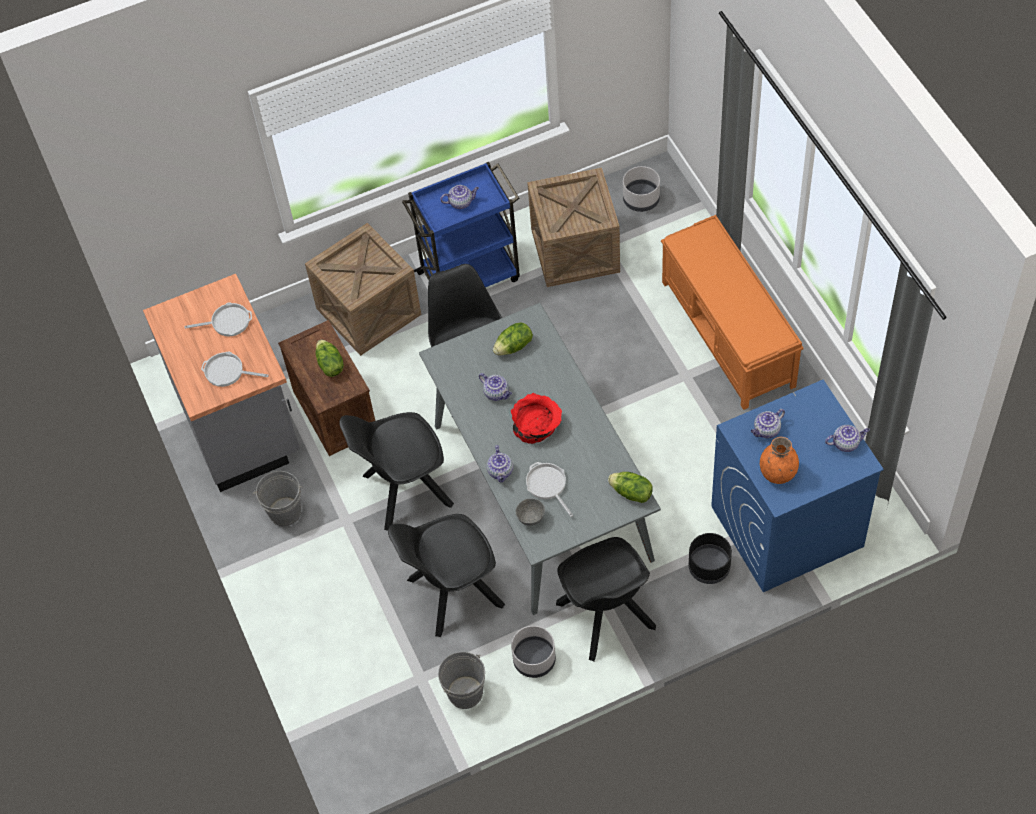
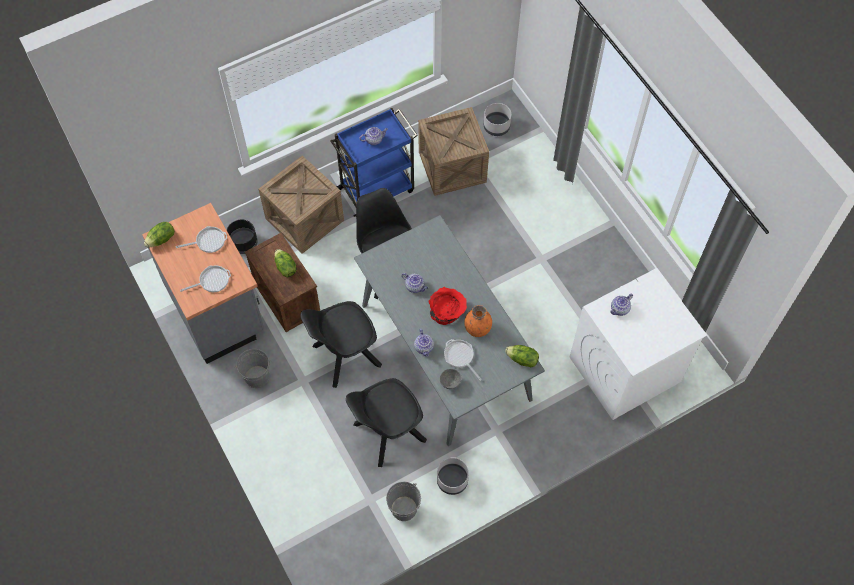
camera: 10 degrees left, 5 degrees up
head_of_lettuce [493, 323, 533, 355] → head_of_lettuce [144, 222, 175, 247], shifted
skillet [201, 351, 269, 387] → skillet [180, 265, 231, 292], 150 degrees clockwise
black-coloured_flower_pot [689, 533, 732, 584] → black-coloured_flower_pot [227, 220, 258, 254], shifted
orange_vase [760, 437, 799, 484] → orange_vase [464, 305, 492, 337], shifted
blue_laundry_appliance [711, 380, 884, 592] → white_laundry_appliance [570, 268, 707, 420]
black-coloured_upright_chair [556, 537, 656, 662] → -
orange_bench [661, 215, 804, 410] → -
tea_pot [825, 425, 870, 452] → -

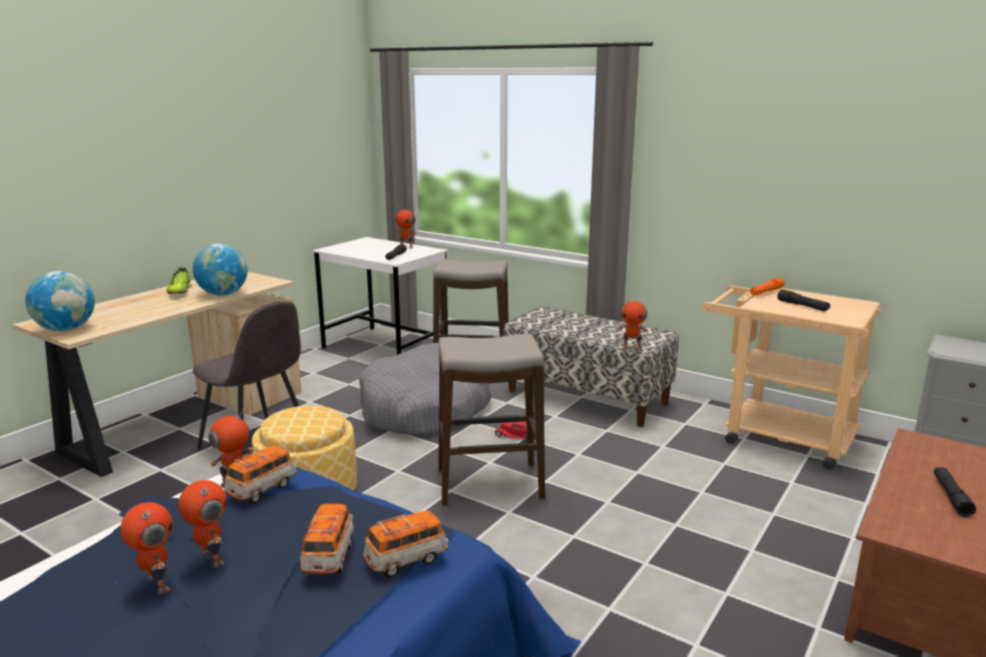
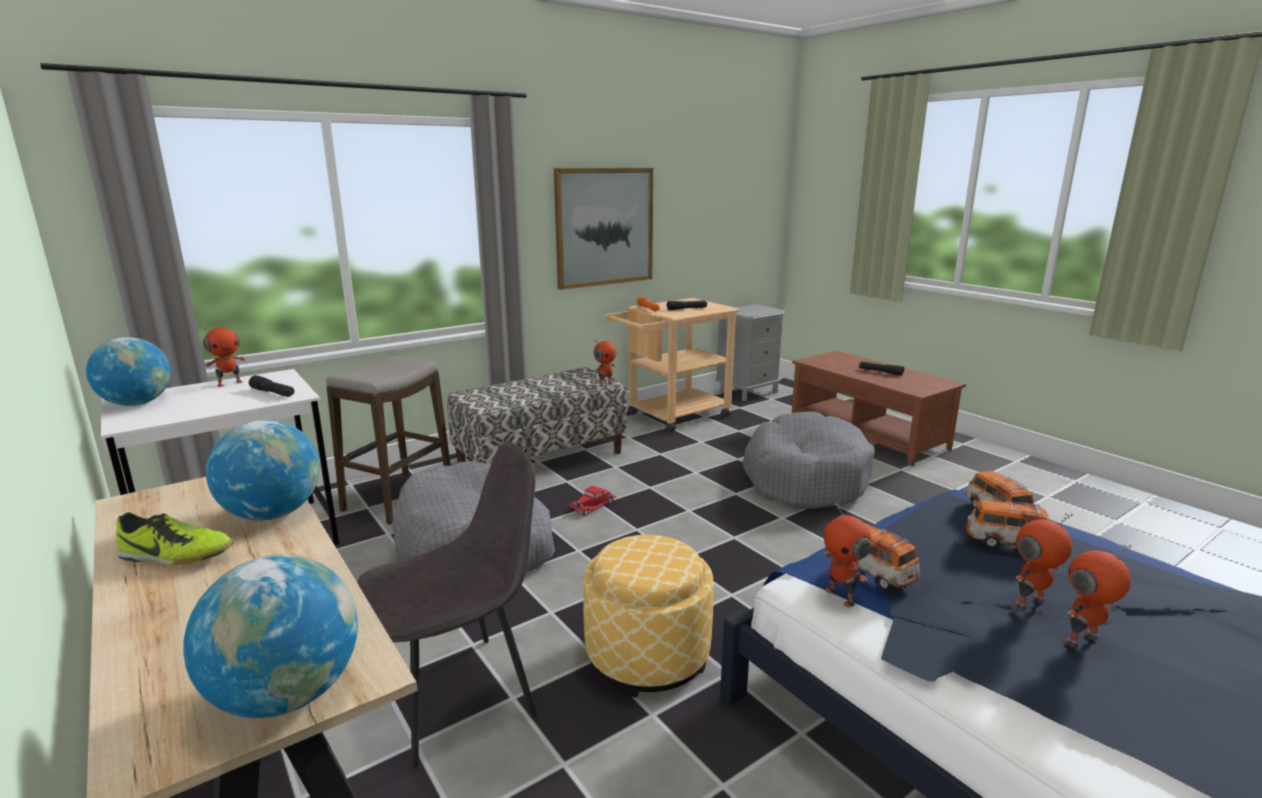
camera: 70 degrees left, 0 degrees up
- → world_globe [86, 337, 171, 406]
- → wall_art [554, 168, 653, 290]
- → gray_dog_bed [742, 412, 875, 509]
sitting_stool [438, 334, 545, 506] → -

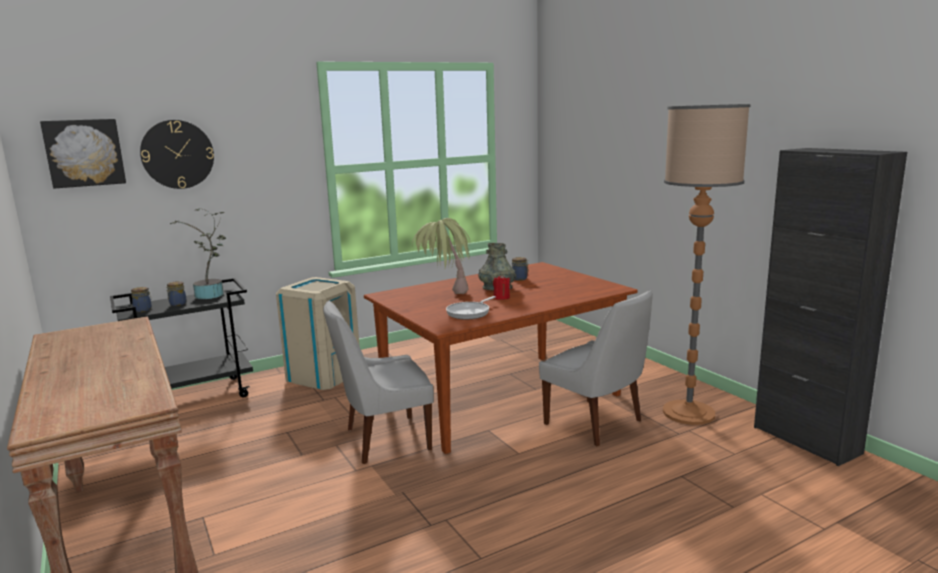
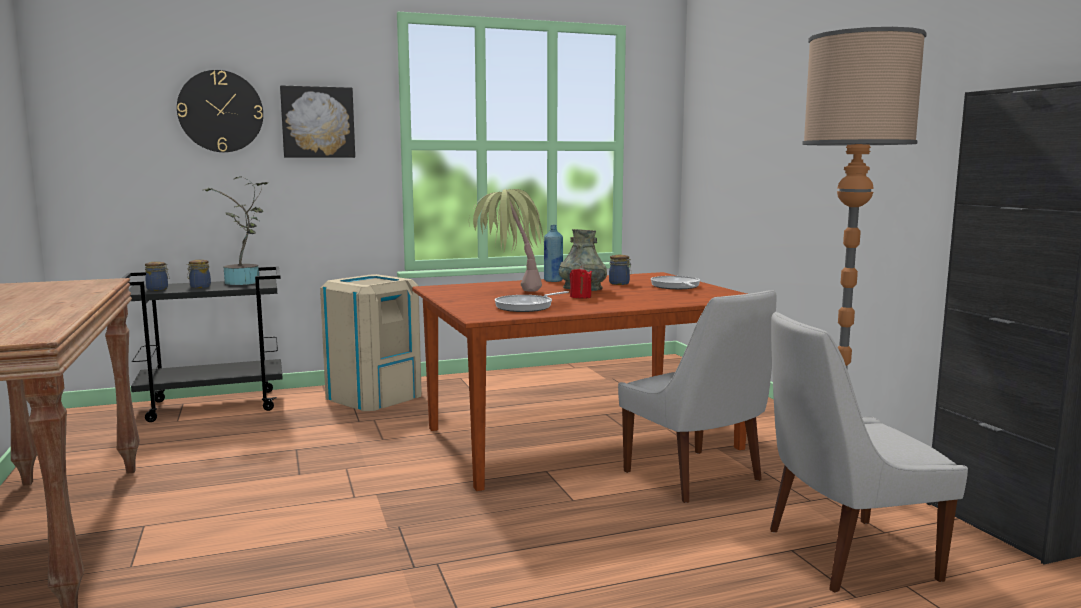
camera: 10 degrees right, 5 degrees down
wall_art [40, 119, 126, 189] → wall_art [280, 85, 355, 158], shifted
- → blue_drink_bottle [544, 225, 563, 282]
- → skillet [651, 276, 700, 289]
white_upright_chair [323, 301, 434, 464] → white_upright_chair [770, 312, 968, 592], shifted

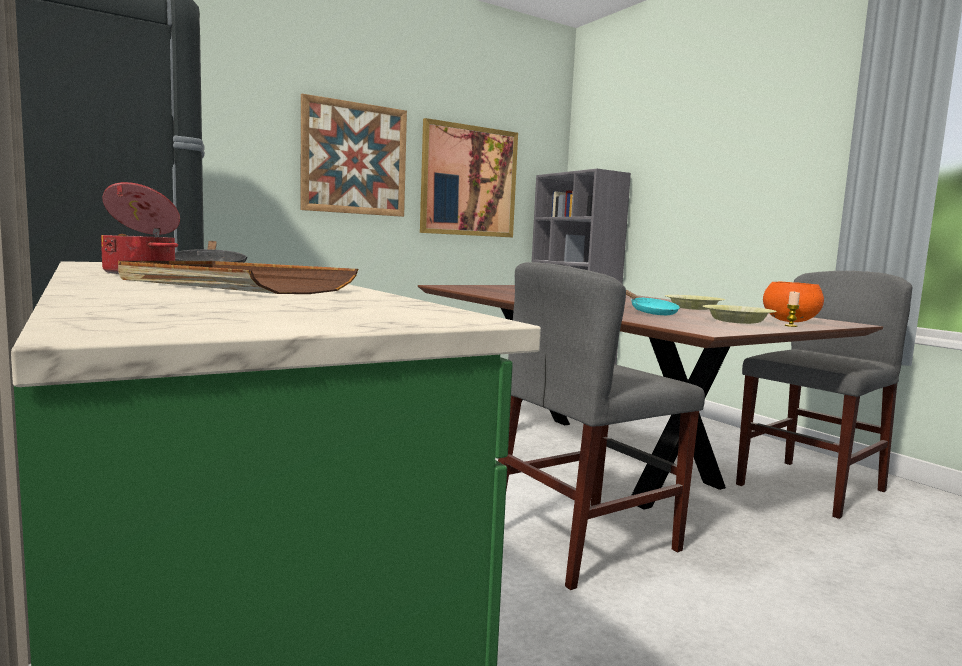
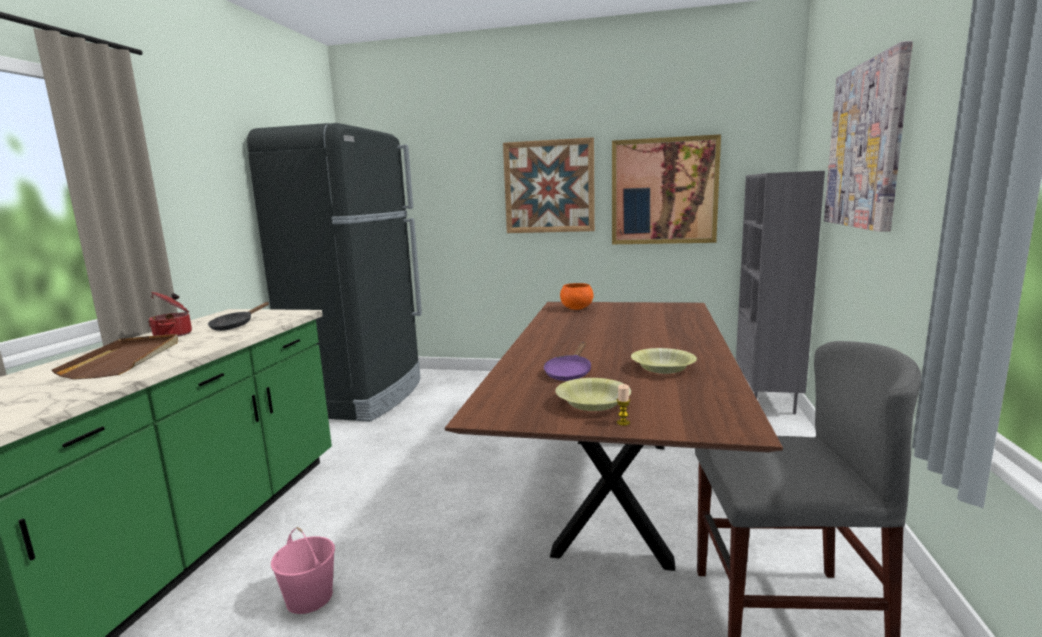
camera: 45 degrees right, 5 degrees up
- → pink_bucket [271, 527, 335, 614]
turquoise-coloured_skillet [626, 290, 680, 315] → purplish_skillet [544, 342, 591, 381]
orange_bowl [763, 282, 824, 322] → orange_bowl [560, 283, 594, 310], shifted
- → wall_art [824, 41, 913, 232]
gray_upright_chair [498, 262, 705, 590] → -

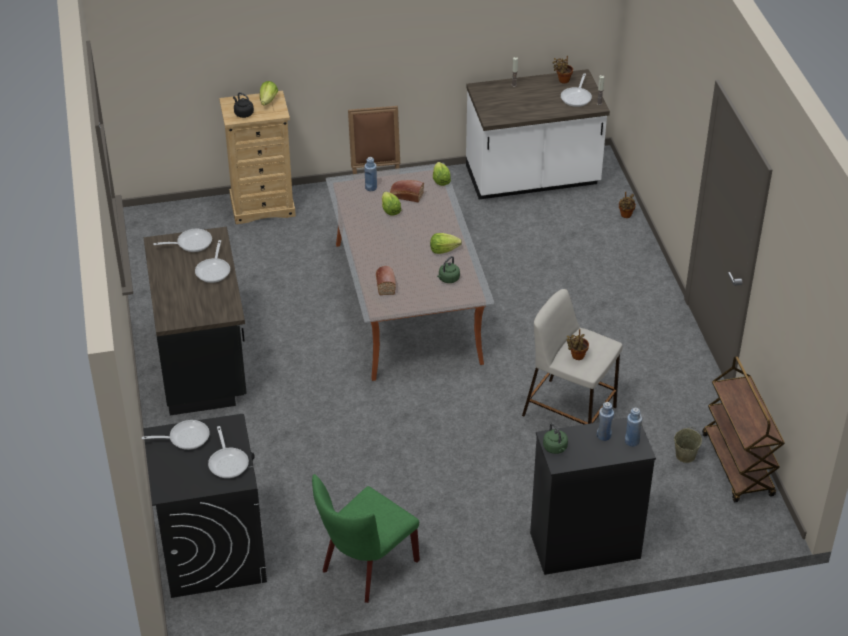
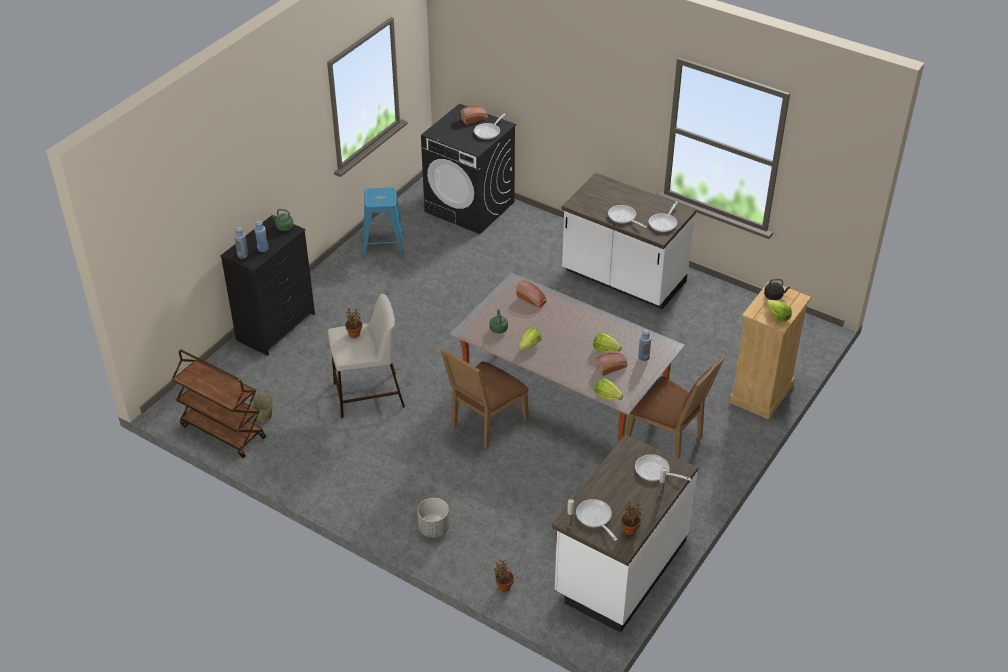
camera: 135 degrees right, 0 degrees up
green-coloured_upright_chair [312, 474, 420, 603] → blue_sitting_stool [363, 187, 404, 259]
- → gray_flower_pot [417, 498, 449, 538]
- → brown_upright_chair [441, 348, 529, 448]
- → bread [460, 106, 488, 125]
black-coloured_counter [144, 227, 247, 415] → white_counter [561, 173, 696, 309]
skillet [208, 426, 249, 478] → skillet [635, 454, 691, 481], shifted

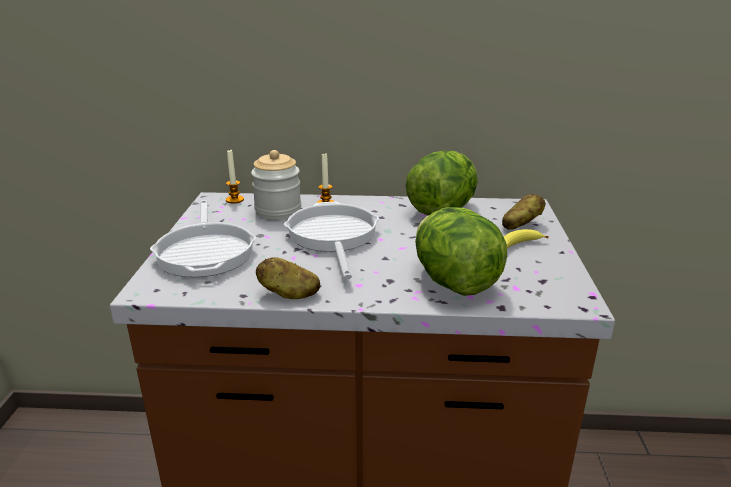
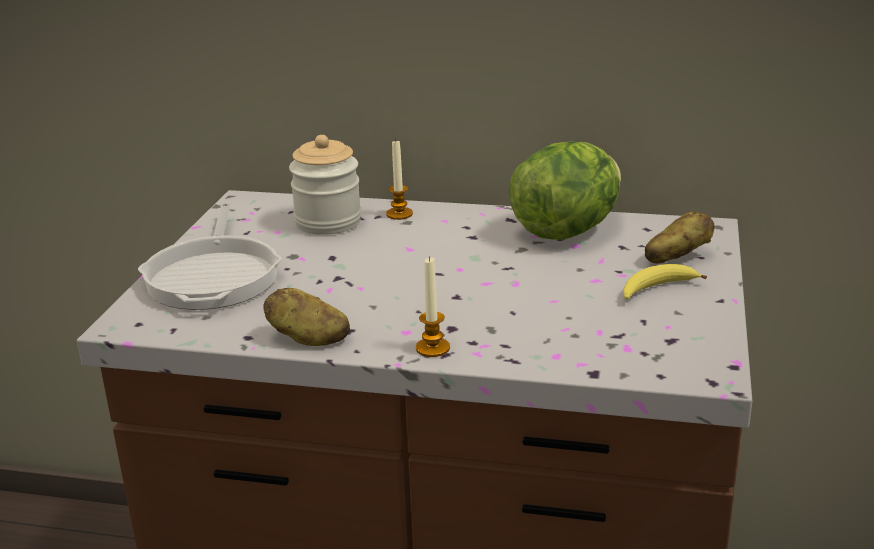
camera: 10 degrees right, 0 degrees up
candle [226, 149, 244, 204] → candle [416, 256, 450, 357], shifted
skillet [284, 202, 379, 279] → -
head_of_lettuce [415, 207, 507, 296] → -

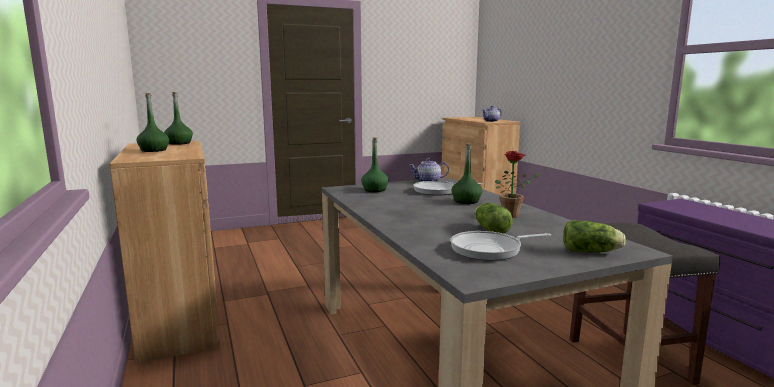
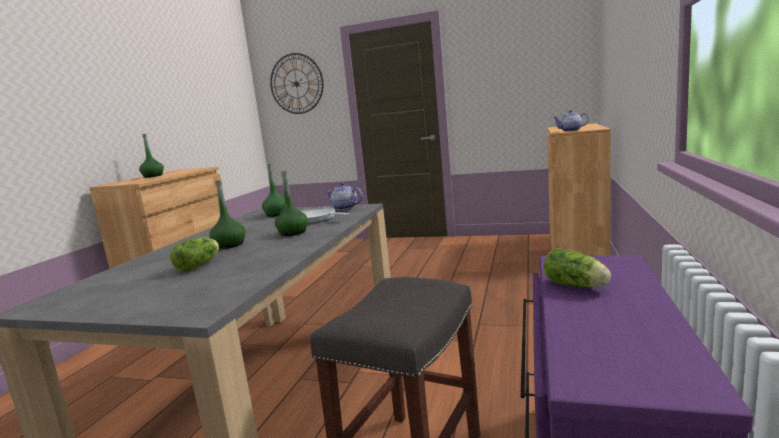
camera: 40 degrees right, 0 degrees up
green-coloured_drink_bottle [164, 92, 193, 145] → green-coloured_drink_bottle [209, 180, 246, 249], shifted
- → clock_on_the_wall [270, 53, 323, 114]
head_of_lettuce [563, 220, 626, 252] → head_of_lettuce [544, 248, 611, 287], shifted
skillet [450, 231, 551, 261] → -
houseplant [495, 151, 542, 218] → -

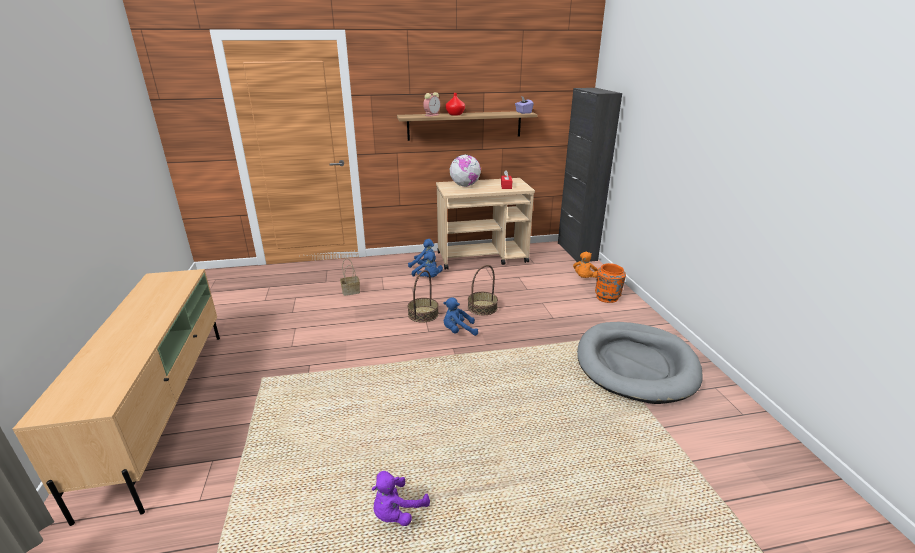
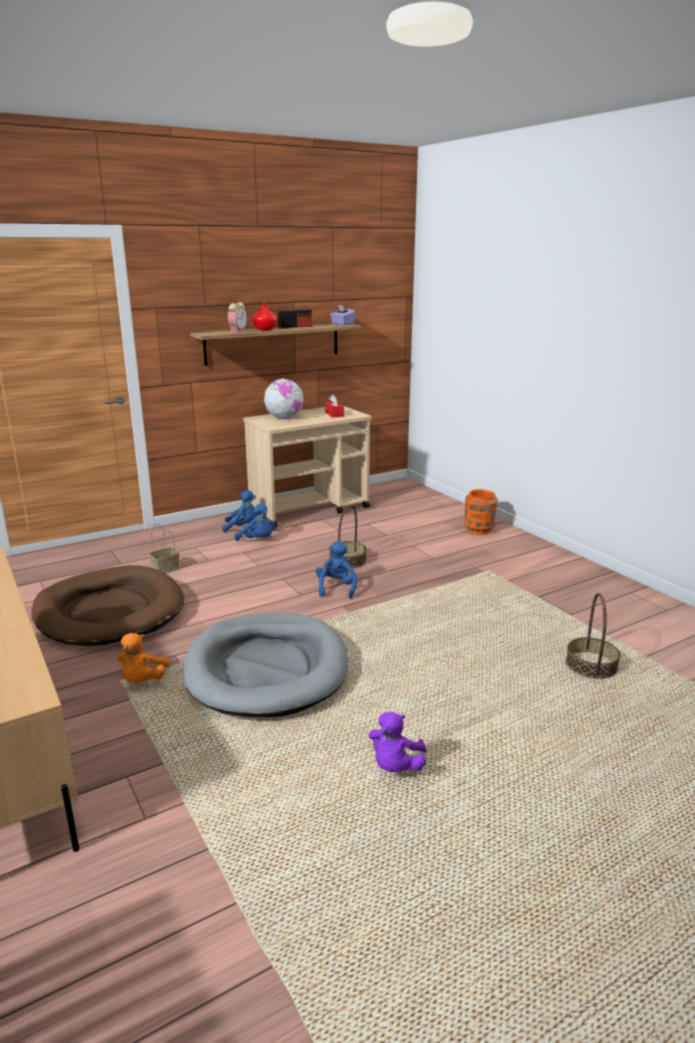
camera: 20 degrees left, 5 degrees down
- → brown_dog_bed [31, 565, 184, 646]
orange_plush_toy [573, 252, 598, 278] → orange_plush_toy [118, 633, 170, 683], shifted
gray_dog_bed [577, 322, 703, 404] → gray_dog_bed [183, 613, 349, 717], shifted
- → radio [278, 306, 312, 328]
blue_plush_toy [443, 297, 478, 336] → blue_plush_toy [316, 541, 357, 598], 120 degrees clockwise
storage_basket [408, 270, 439, 323] → storage_basket [566, 593, 620, 679], shifted
black-coloured_storage_cabinet [558, 88, 622, 262] → -

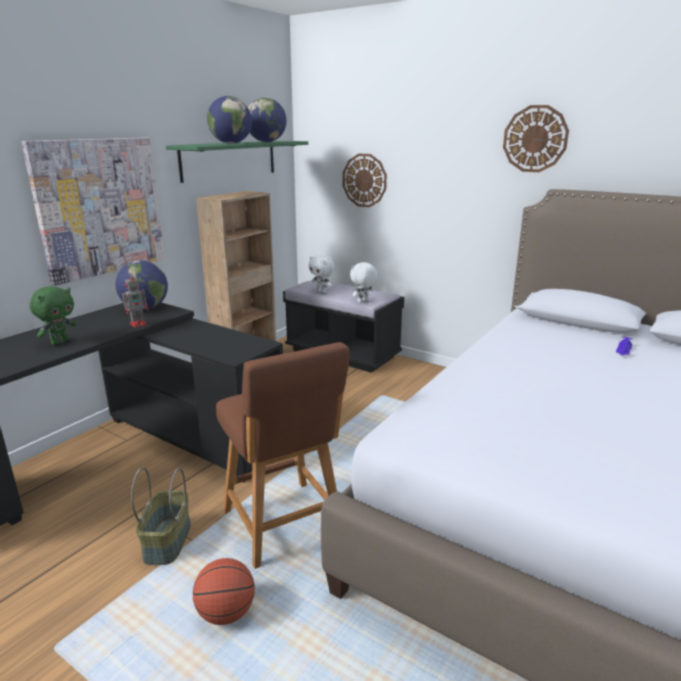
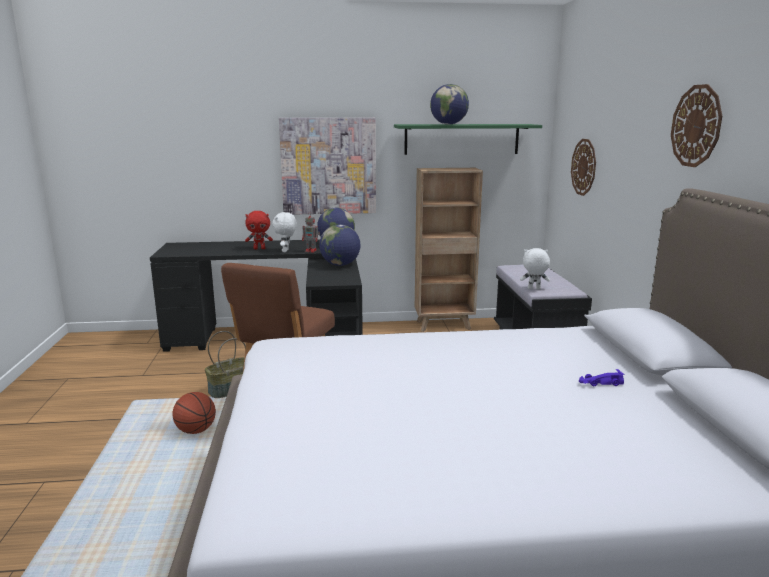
camera: 50 degrees right, 5 degrees down
green-coloured_plush_toy [29, 286, 77, 345] → red_plush_toy [245, 211, 273, 250]
white_plush_toy [309, 255, 335, 293] → white_plush_toy [272, 212, 297, 252], shifted
world_globe [248, 98, 286, 142] → world_globe [319, 224, 360, 266], shifted

